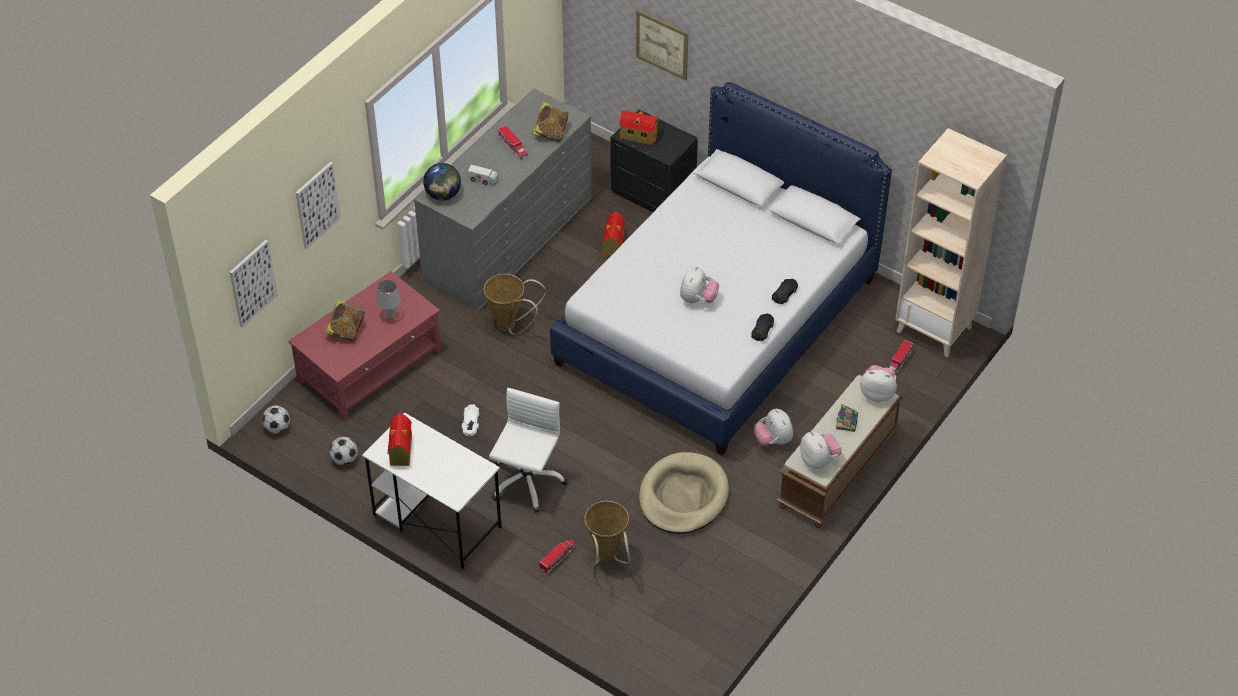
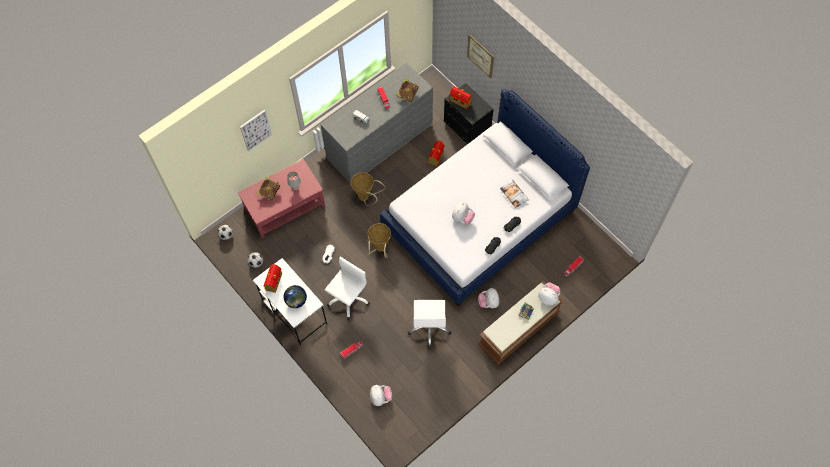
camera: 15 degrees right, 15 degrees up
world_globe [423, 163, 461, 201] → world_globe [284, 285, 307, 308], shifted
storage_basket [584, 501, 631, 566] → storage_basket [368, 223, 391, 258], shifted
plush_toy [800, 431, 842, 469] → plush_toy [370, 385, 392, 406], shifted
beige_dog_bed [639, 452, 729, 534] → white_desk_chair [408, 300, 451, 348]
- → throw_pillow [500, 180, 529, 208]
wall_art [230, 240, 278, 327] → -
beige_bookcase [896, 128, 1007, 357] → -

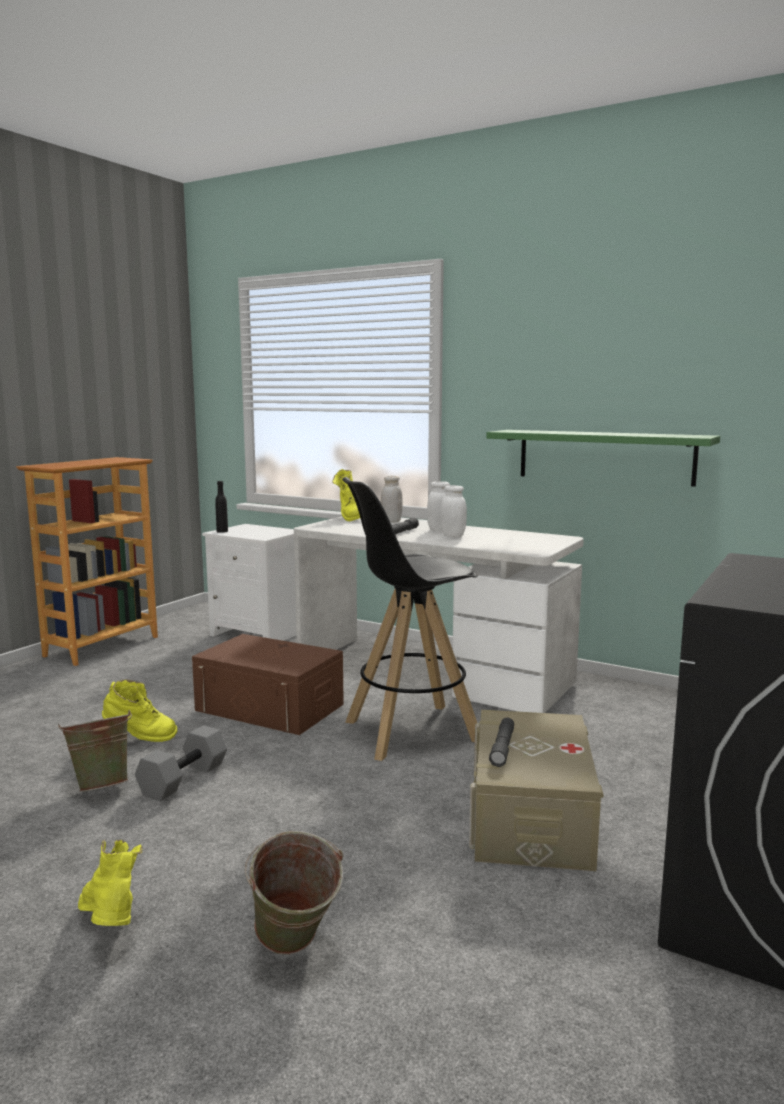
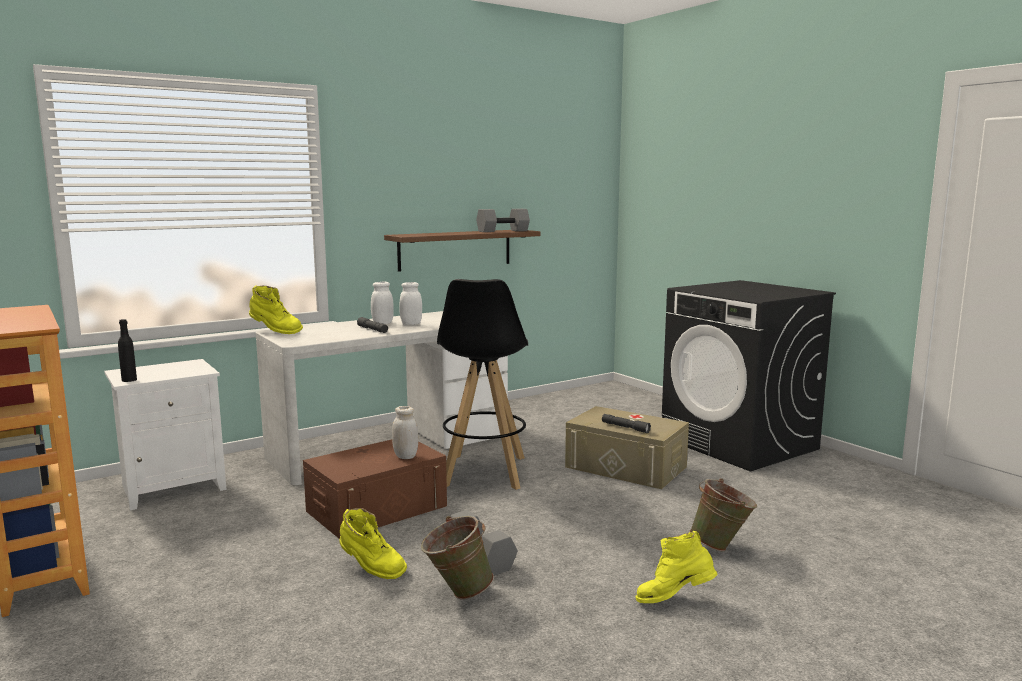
camera: 65 degrees left, 0 degrees up
yellowish_tall_boot [102, 679, 177, 742] → yellowish_tall_boot [339, 508, 407, 579], 90 degrees clockwise
green-coloured_bracket_shelf [486, 430, 720, 487] → brown_bracket_shelf [384, 230, 541, 272]
white_preserve_jar [381, 476, 403, 523] → white_preserve_jar [392, 406, 418, 459], shifted
- → gray_hand_weight [476, 209, 530, 232]

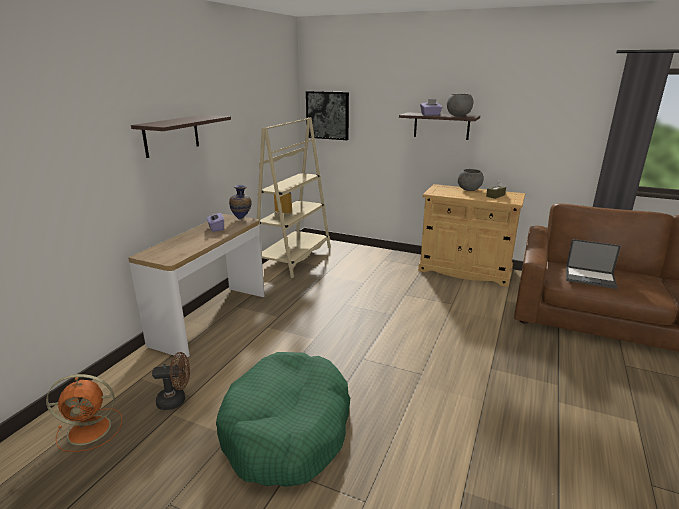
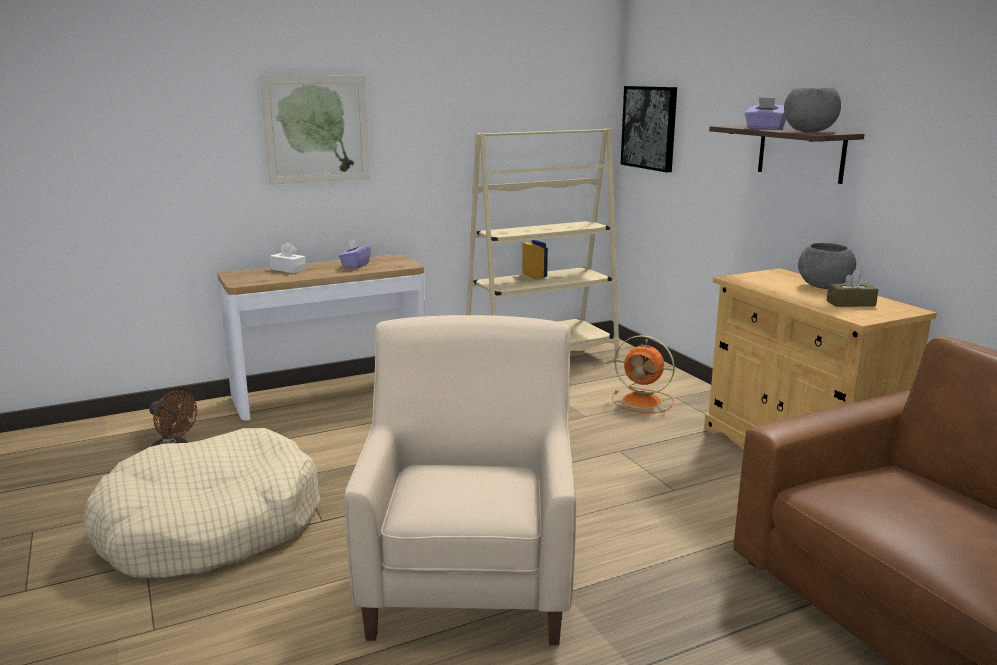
camera: 40 degrees right, 5 degrees down
green-coloured_dog_bed [216, 352, 350, 487] → beige_dog_bed [84, 428, 320, 579]
bracket_shelf [131, 115, 231, 158] → wall_art [260, 76, 370, 185]
- → white_tissue_holder [270, 242, 306, 273]
- → beige_armchair [344, 315, 576, 645]
orange_electric_fan [46, 374, 122, 452] → orange_electric_fan [612, 335, 675, 413], shifted
vase [229, 185, 252, 219] → -
laptop [566, 239, 621, 289] → -

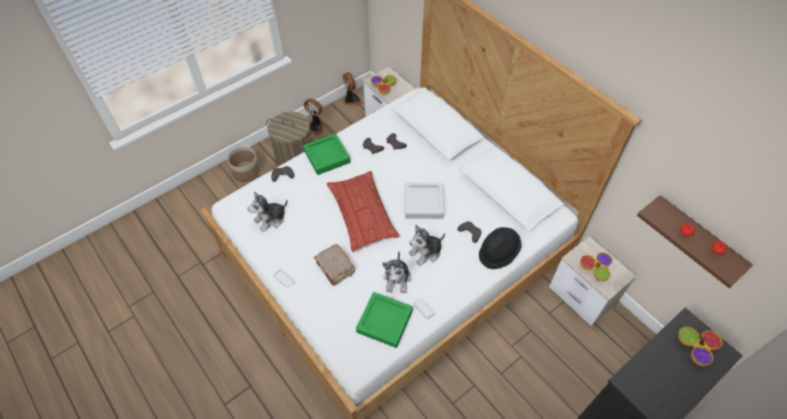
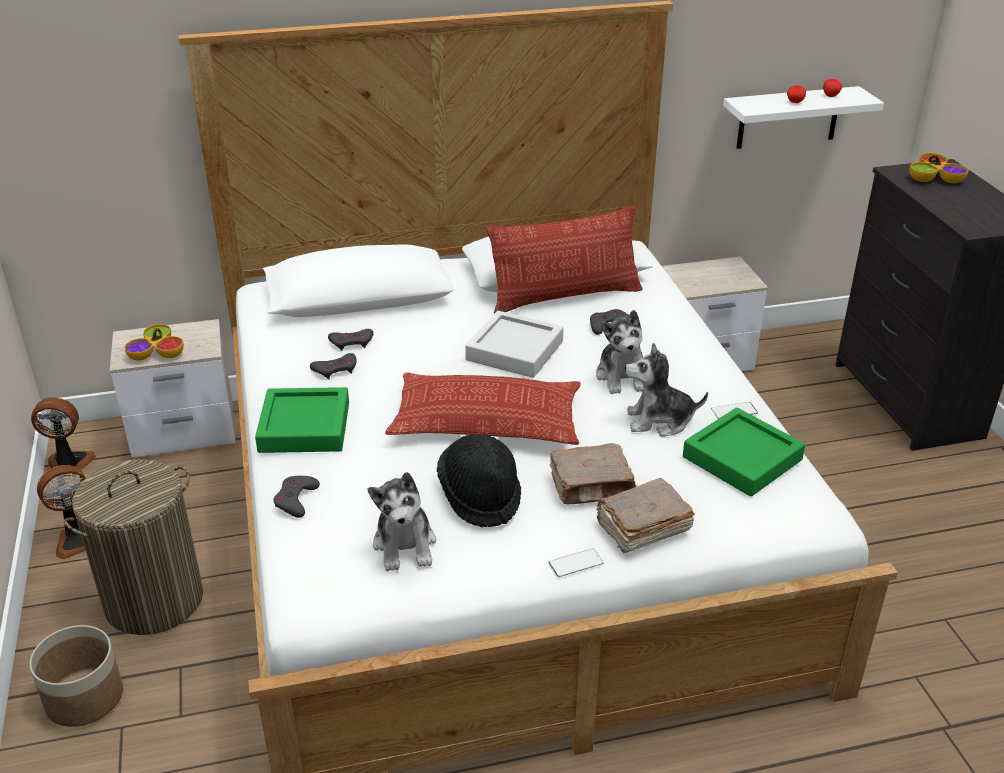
camera: 65 degrees left, 20 degrees down
black-coloured_wearable_hat [479, 227, 522, 269] → black-coloured_wearable_hat [437, 434, 521, 527], shifted
- → throw_pillow [487, 206, 642, 314]
- → brown_bound_book [596, 478, 695, 553]
plush_toy [382, 252, 411, 293] → plush_toy [625, 343, 708, 437], 150 degrees clockwise
brown_bracket_shelf [637, 195, 753, 288] → white_bracket_shelf [723, 86, 884, 149]
bowl [580, 252, 612, 281] → -

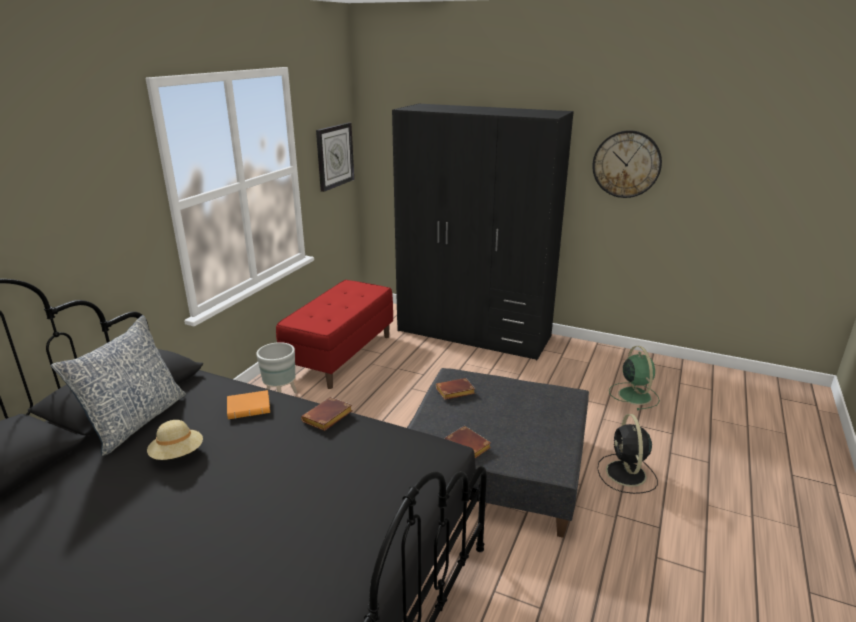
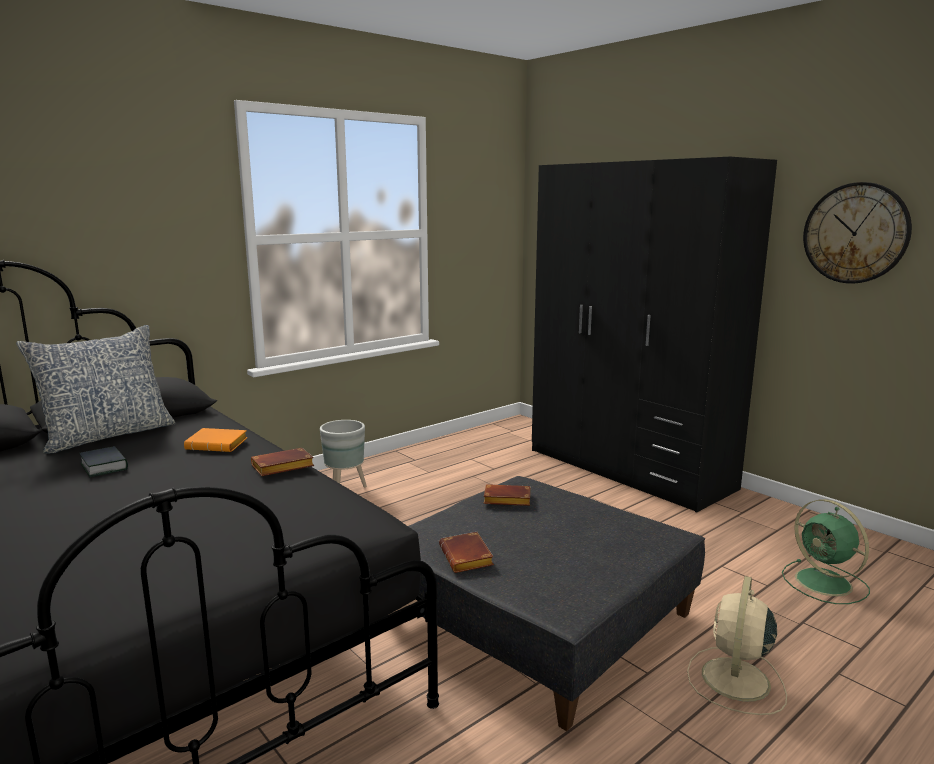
camera: 25 degrees right, 10 degrees down
beige_wearable_hat [147, 420, 203, 460] → bound_book [79, 446, 128, 477]
black-coloured_electric_fan [597, 414, 658, 494] → beige_electric_fan [687, 576, 787, 715]
green-coloured_electric_fan [609, 346, 660, 410] → green-coloured_electric_fan [782, 499, 870, 604], 135 degrees clockwise
red_bench [276, 280, 393, 389] → -
clock_on_the_wall [316, 123, 354, 192] → -

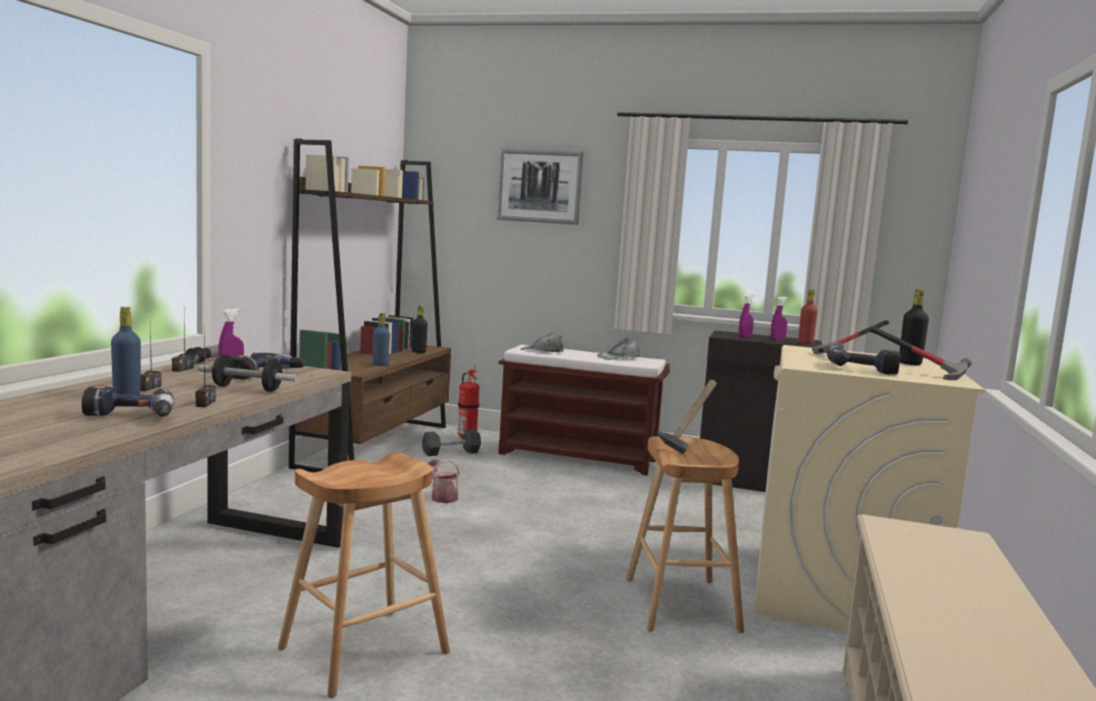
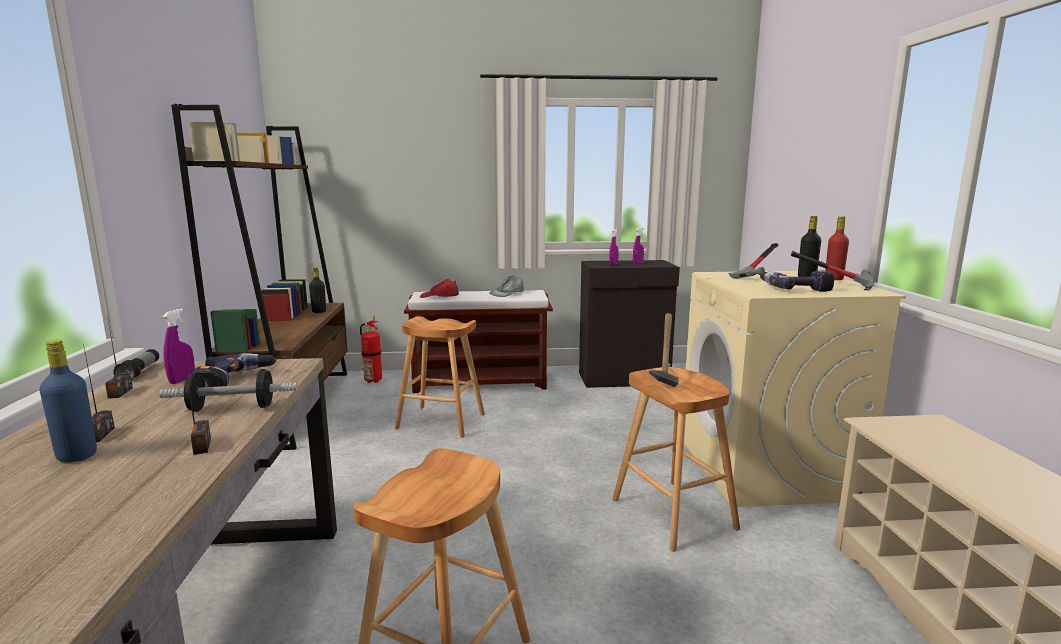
camera: 20 degrees left, 5 degrees up
- → brown_sitting_stool [395, 316, 485, 438]
gray_baseball_cap [520, 333, 564, 352] → red_baseball_cap [420, 279, 459, 298]
red_drink_bottle [798, 290, 818, 344] → red_drink_bottle [825, 216, 849, 280], shifted
power_drill [82, 385, 174, 417] → -
blue_drink_bottle [373, 313, 390, 366] → -
black-coloured_hand_weight [422, 429, 481, 456] → -
sprinkling_can [428, 460, 460, 503] → -
wall_art [496, 148, 584, 225] → -

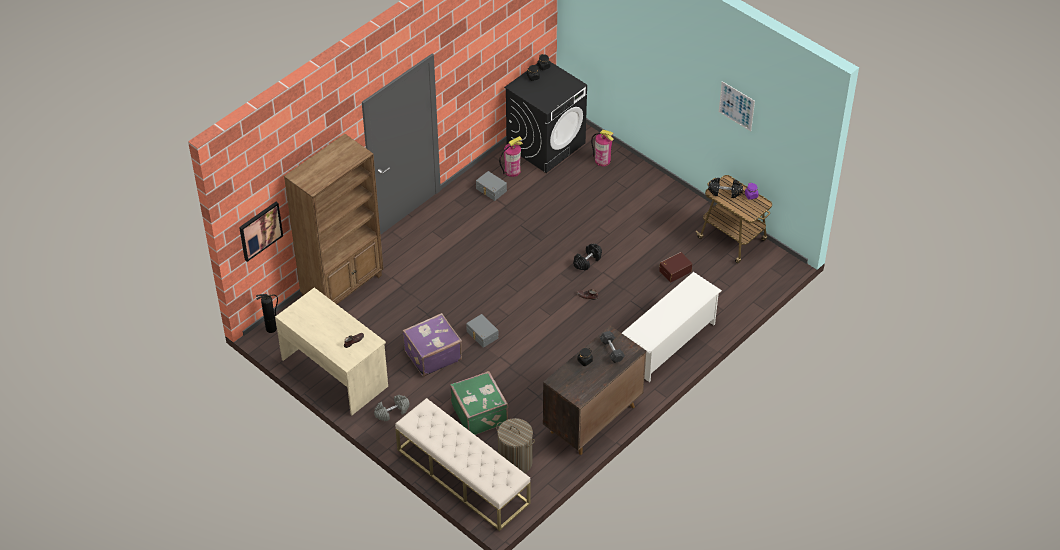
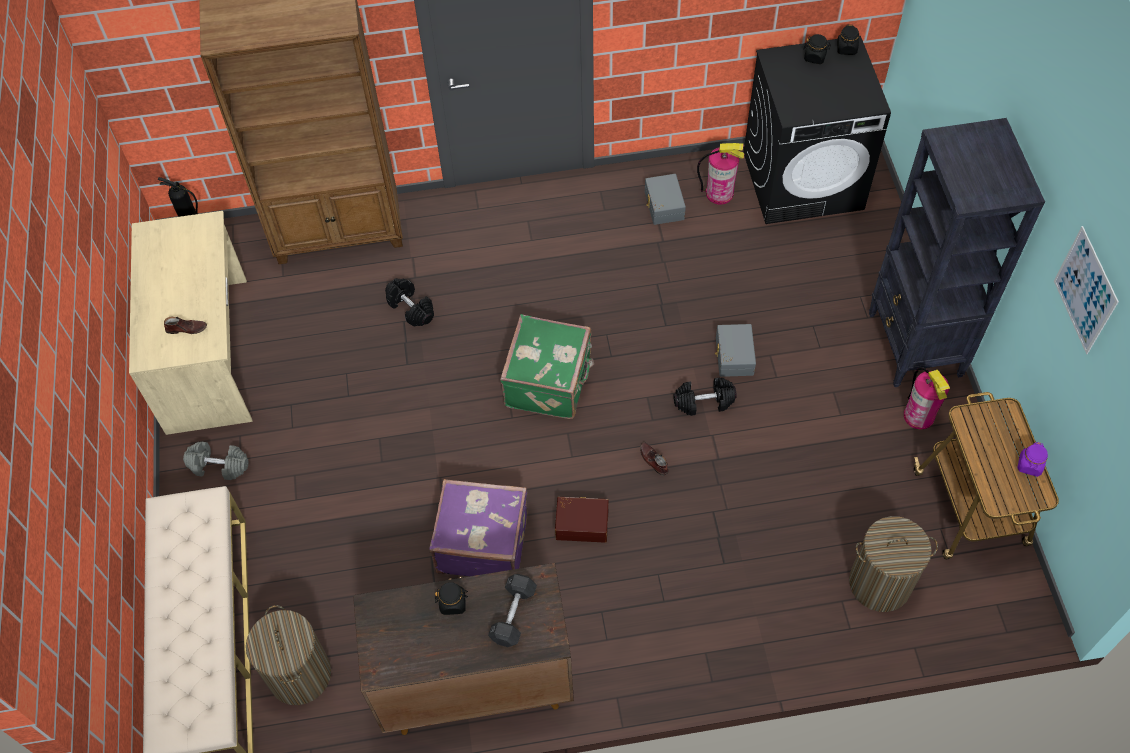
camera: 40 degrees right, 10 degrees up
black-coloured_hand_weight [708, 178, 743, 198] → black-coloured_hand_weight [385, 278, 434, 326], shifted
purplish_travel_case [402, 313, 462, 377] → purplish_travel_case [429, 479, 527, 576], shifted
green-coloured_travel_case [450, 371, 508, 435] → green-coloured_travel_case [500, 314, 594, 419], shifted
brown_storage_bin [659, 252, 692, 283] → brown_storage_bin [555, 497, 609, 543], shifted
gray_storage_bin [466, 314, 499, 348] → gray_storage_bin [715, 324, 756, 377], shifted
- → laundry_basket [849, 516, 938, 612]
- → black-coloured_bookcase [869, 118, 1045, 387]
fire-fighting_cylinder [591, 130, 614, 166] → fire-fighting_cylinder [904, 367, 950, 429], shifted
wall_art [239, 202, 283, 262] → -
white_shoe_shelf [622, 272, 722, 382] → -

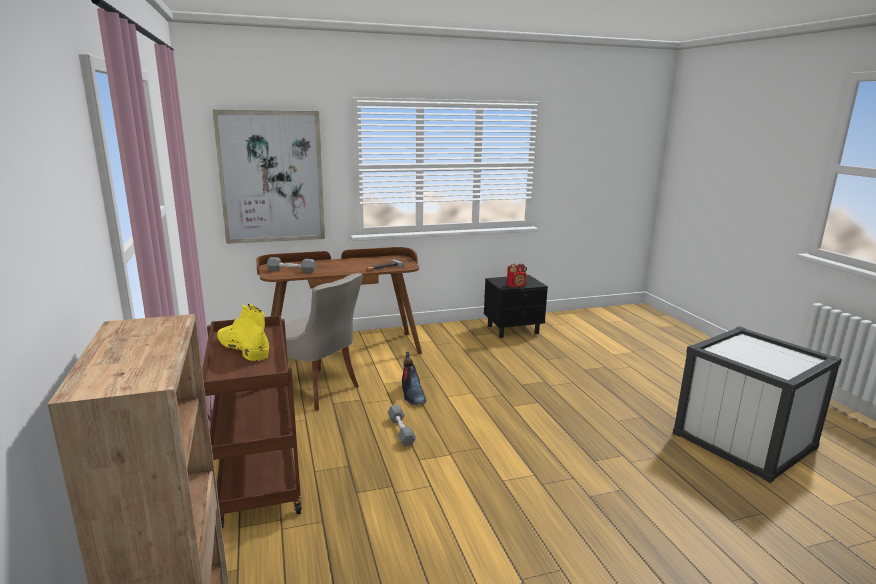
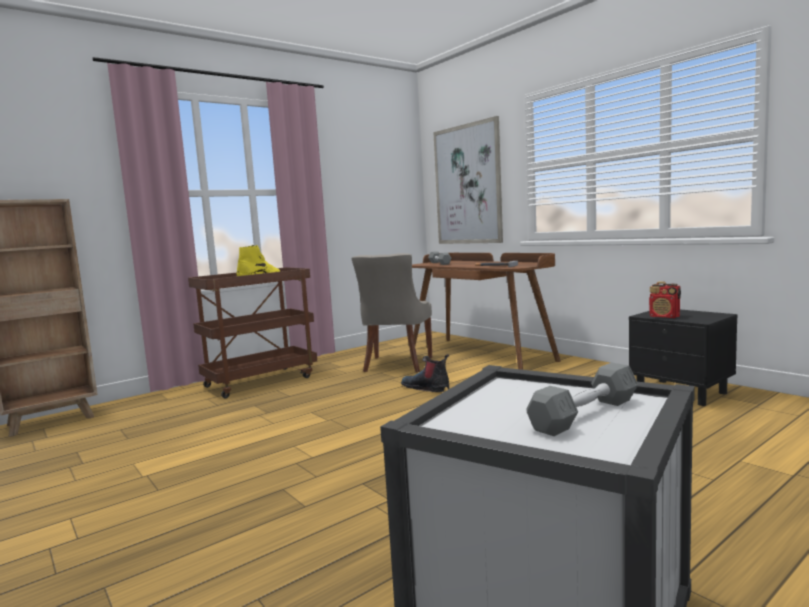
camera: 70 degrees right, 10 degrees down
tall_boot [402, 352, 426, 405] → tall_boot [401, 354, 449, 392], 75 degrees clockwise
gray_hand_weight [388, 405, 416, 446] → gray_hand_weight [526, 362, 638, 436], shifted

